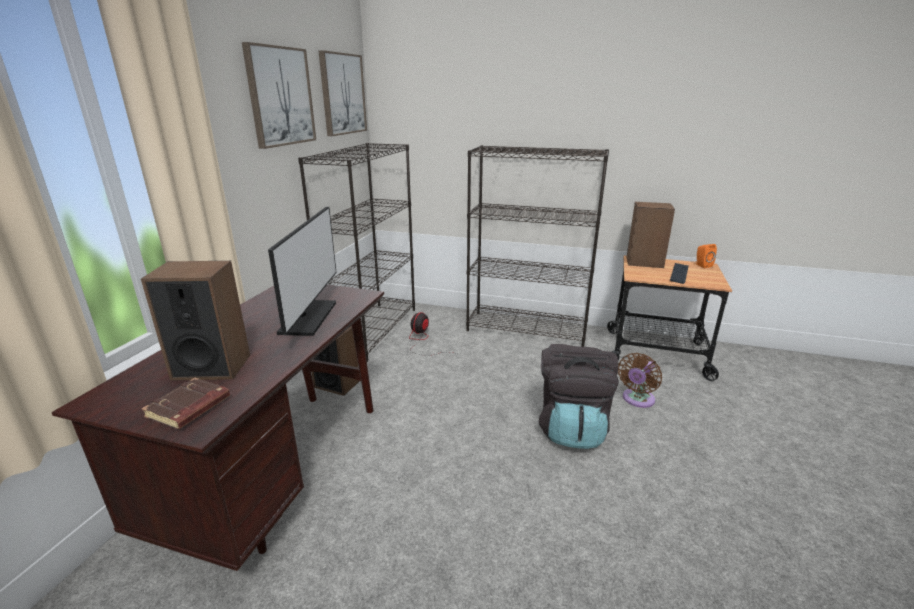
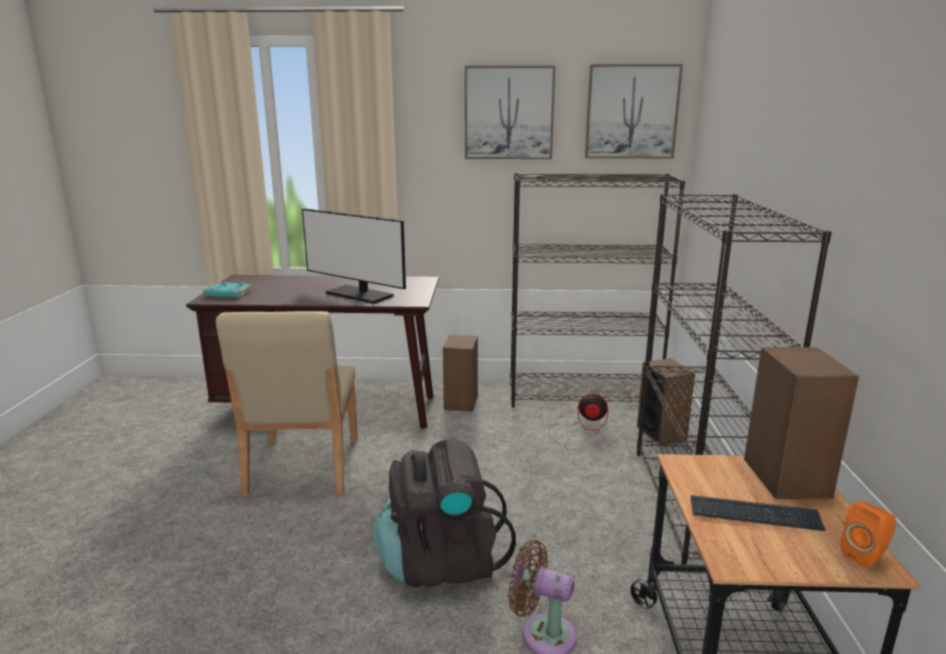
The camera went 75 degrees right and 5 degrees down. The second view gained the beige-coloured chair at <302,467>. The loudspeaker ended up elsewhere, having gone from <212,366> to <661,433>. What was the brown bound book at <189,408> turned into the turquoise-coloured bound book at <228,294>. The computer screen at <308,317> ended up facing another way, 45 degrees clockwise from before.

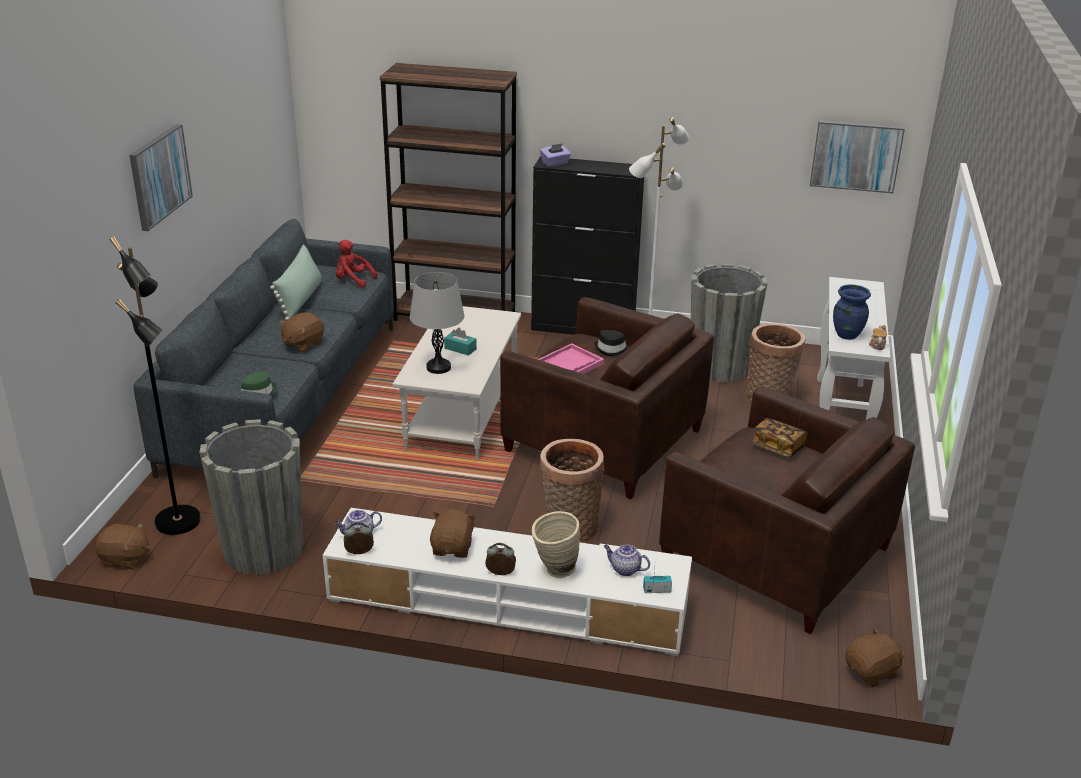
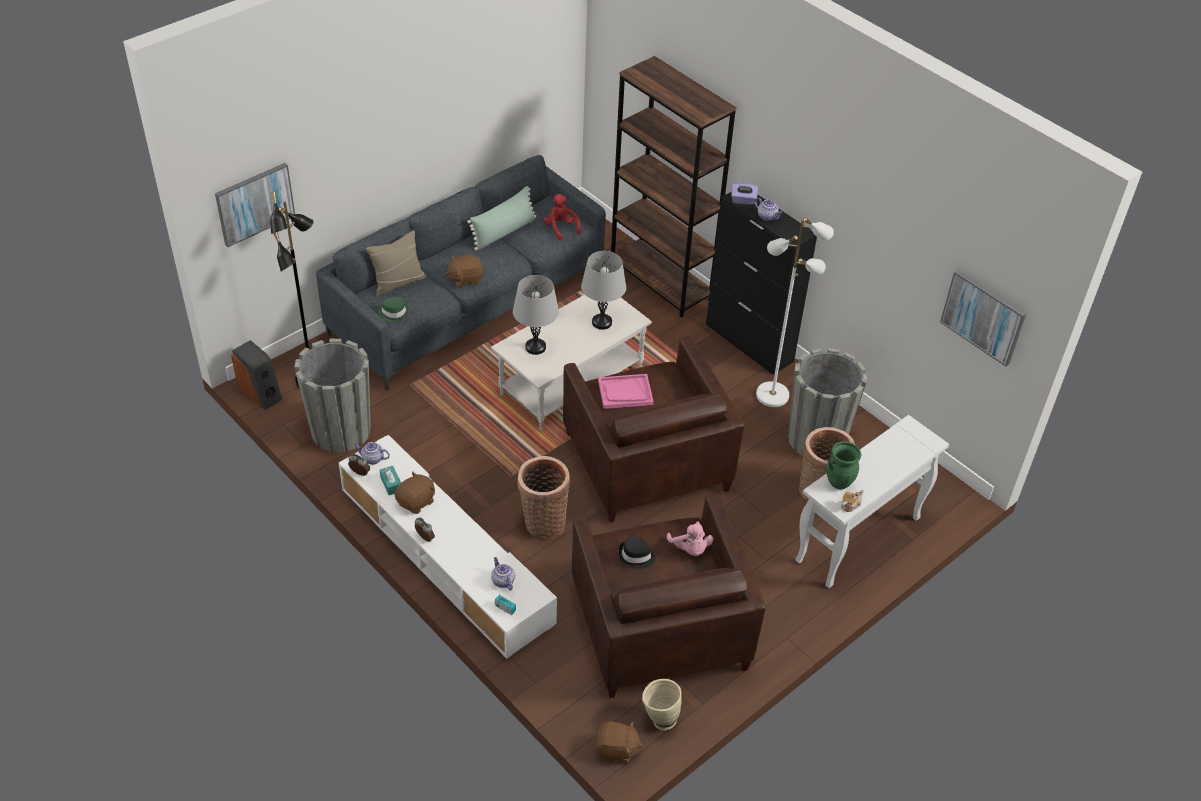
The camera went 35 degrees right and 15 degrees up. The second view gained the beige-coloured cushion at <398,282>. The second view gained the greyish table lamp at <602,322>. The second view gained the teapot at <767,217>. The wall art ended up elsewhere, having gone from <159,176> to <254,203>. The turquoise-coloured tissue box ended up elsewhere, having gone from <460,349> to <391,484>. The beige-coloured vase ended up elsewhere, having gone from <554,571> to <659,719>. The blackish wearable hat ended up elsewhere, having gone from <612,350> to <636,556>. Where the brown cuddly toy stood at <125,559>, the loudspeaker came to stand at <261,393>. Where the bound book stood at <777,447>, the pink-coloured cuddly toy came to stand at <690,549>. What was the bluish vase at <846,334> turned into the green vase at <839,482>.

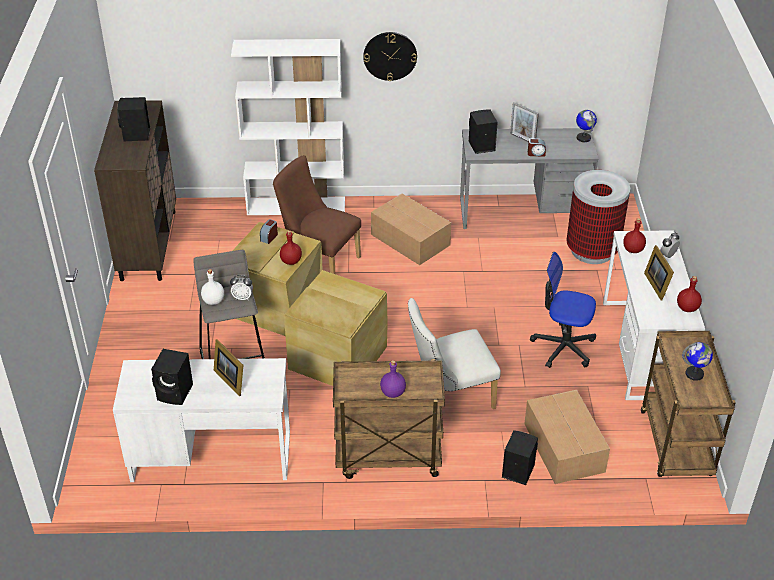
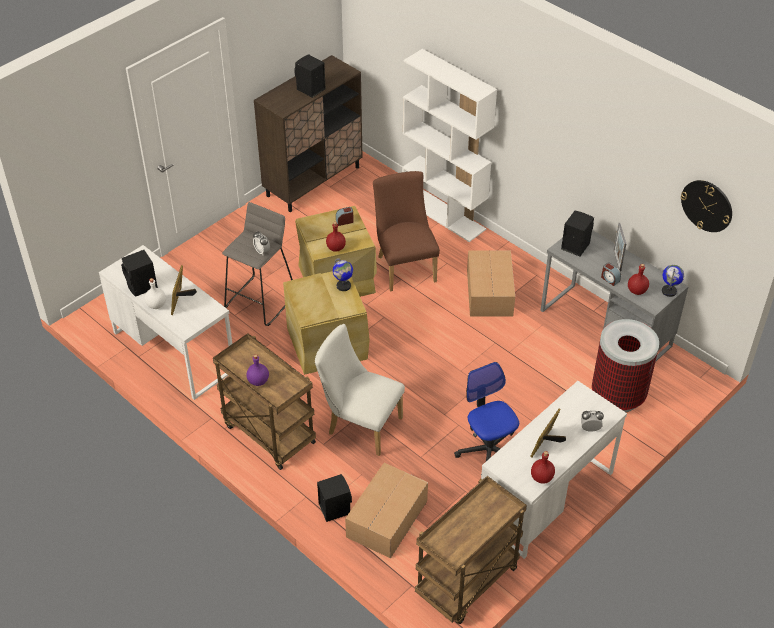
The camera went 45 degrees right and 5 degrees up. The whitish beverage bottle ended up elsewhere, having gone from <213,301> to <156,305>. The wall clock ended up elsewhere, having gone from <390,56> to <707,205>. The reddish beverage bottle ended up elsewhere, having gone from <633,249> to <637,290>. The world globe ended up elsewhere, having gone from <694,374> to <343,286>.

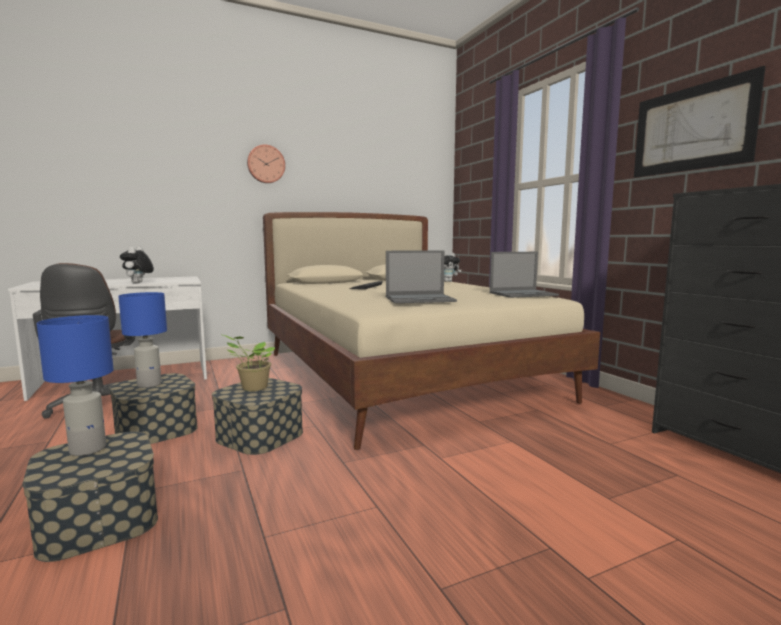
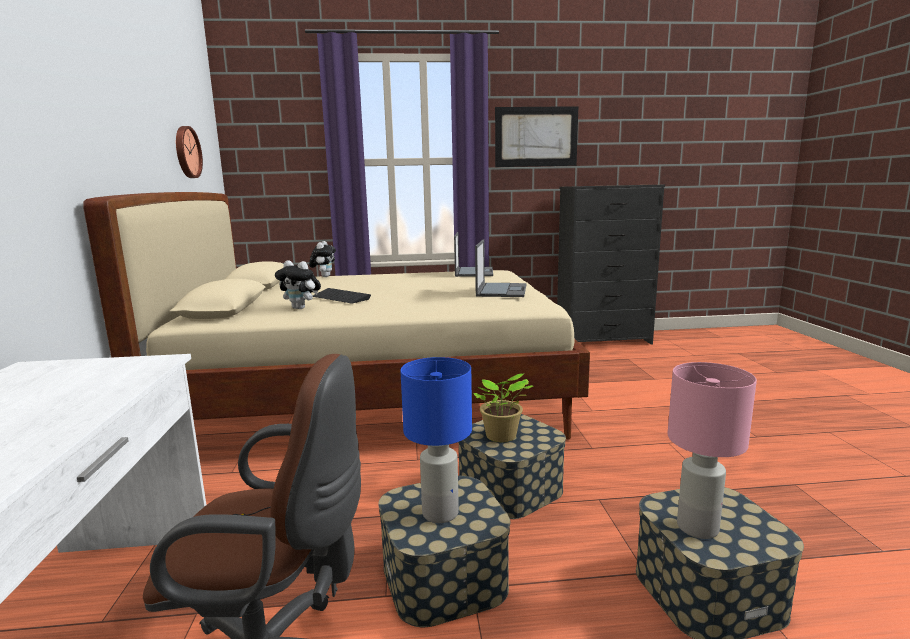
The camera went 70 degrees left and 5 degrees up. The cuddly toy ended up elsewhere, having gone from <138,283> to <301,308>. The wall clock ended up elsewhere, having gone from <266,164> to <186,152>. What was the bluish table lamp at <88,449> turned into the pink-coloured table lamp at <696,527>.

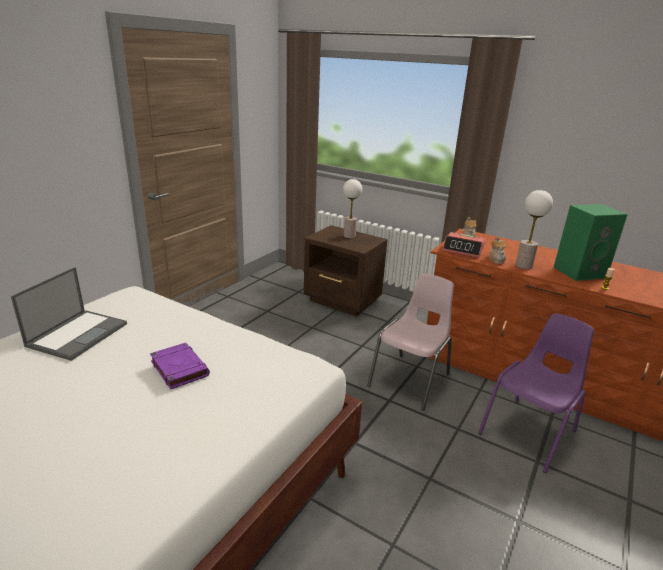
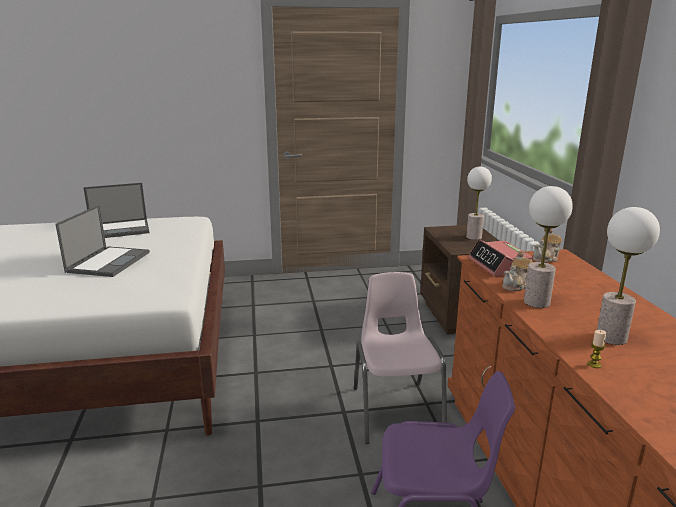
The camera went 50 degrees right and 5 degrees down. Where the purple-coloured bound book stood at <179,368>, the notebook computer came to stand at <109,261>. Where the green loudspeaker stood at <580,272>, the table lamp came to stand at <611,337>. The pink-coloured chair at <411,380> ended up facing another way, 90 degrees counterclockwise from before.

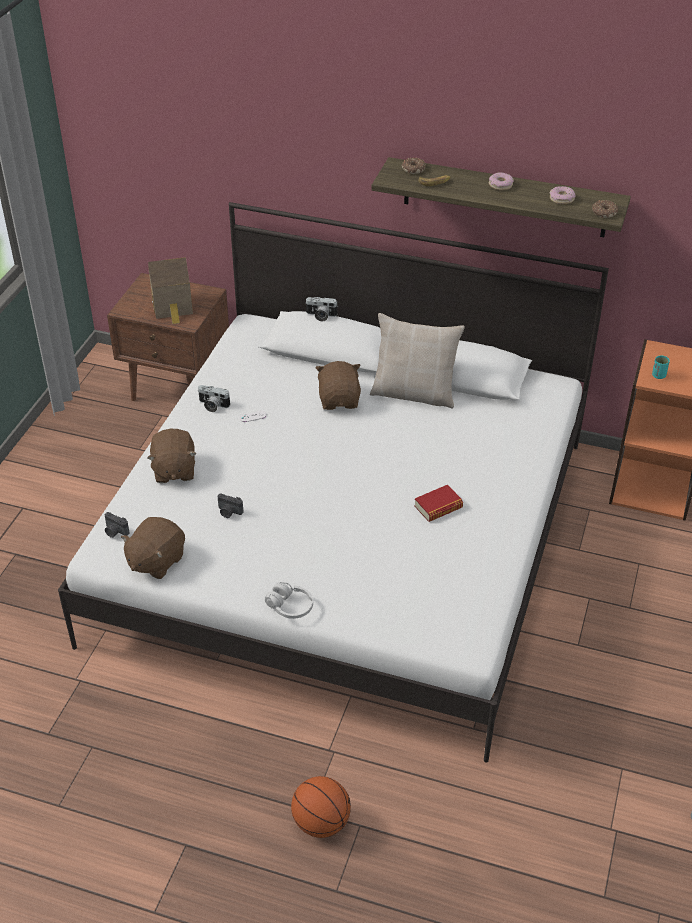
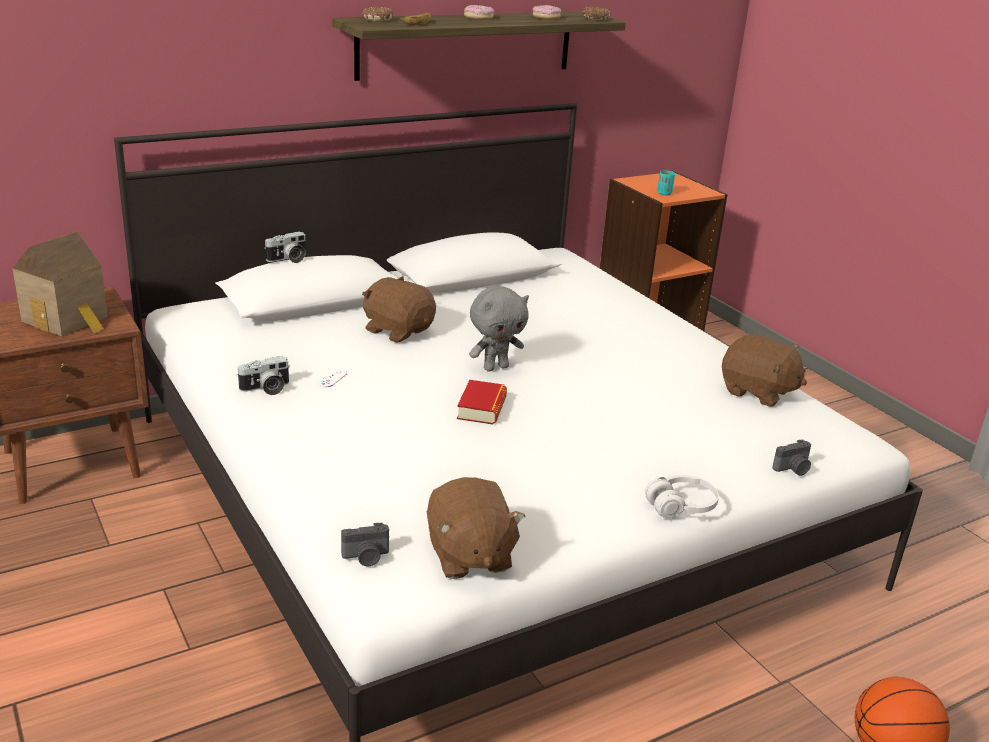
The camera went 50 degrees left and 15 degrees down. The second view lost the beige-coloured cushion at <414,393>. The second view gained the greyish cuddly toy at <495,367>. The brown cuddly toy ended up elsewhere, having gone from <174,470> to <757,392>. The still camera ended up elsewhere, having gone from <229,512> to <793,469>. The bound book ended up elsewhere, having gone from <438,507> to <482,408>.

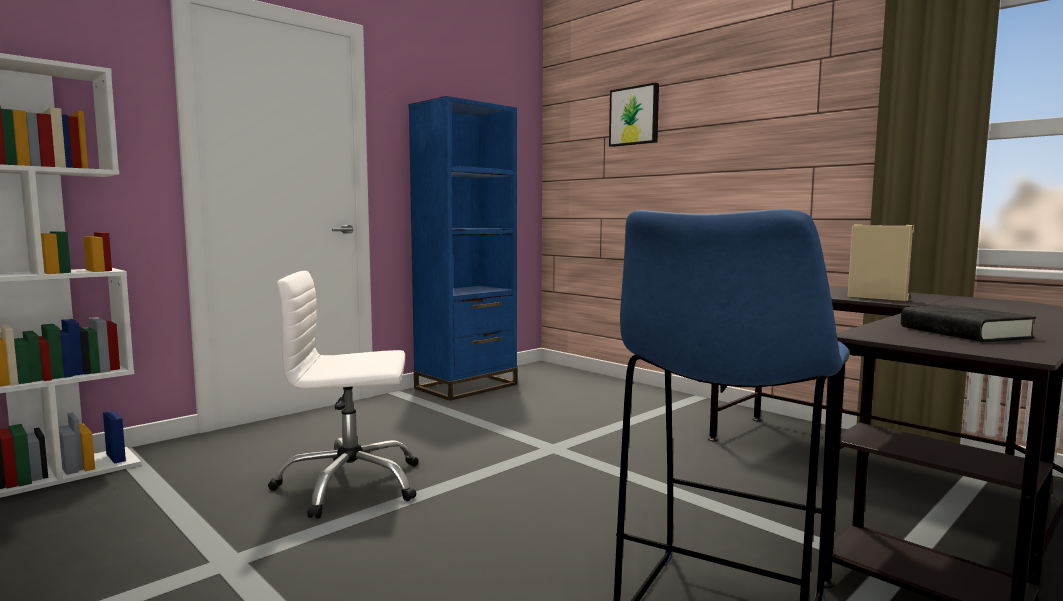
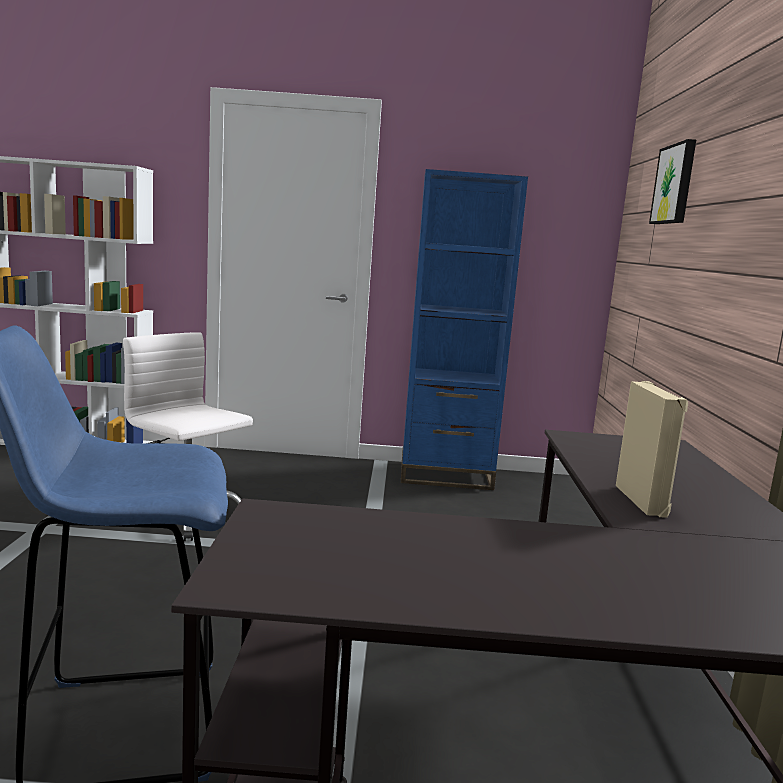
The camera went 45 degrees right and 5 degrees up. The second view lost the blackish bound book at <963,332>.

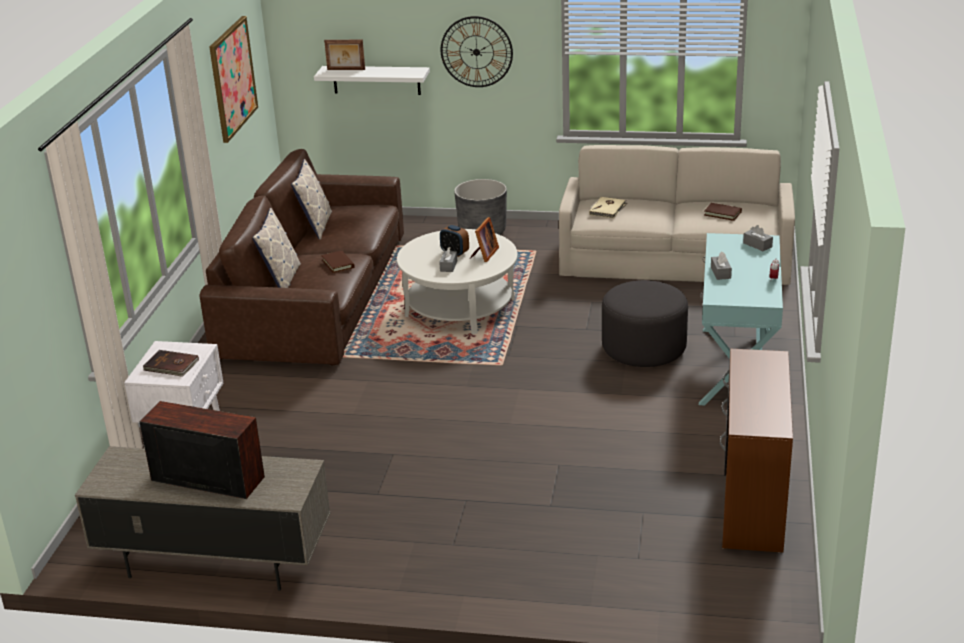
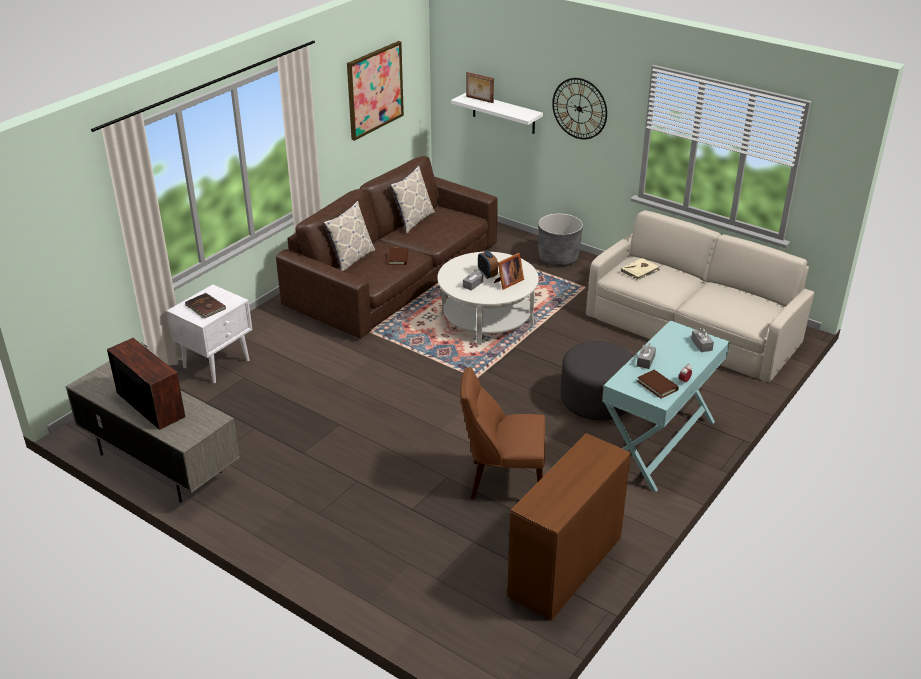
The camera went 25 degrees right and 5 degrees up. The second view gained the brown chair at <502,481>. The brown bound book ended up elsewhere, having gone from <722,213> to <657,386>.

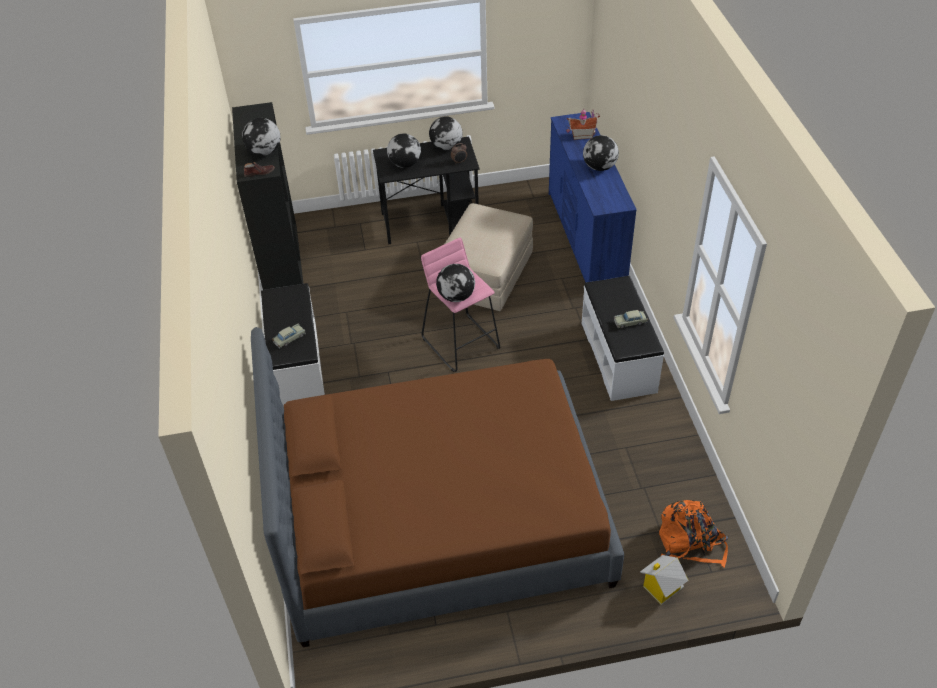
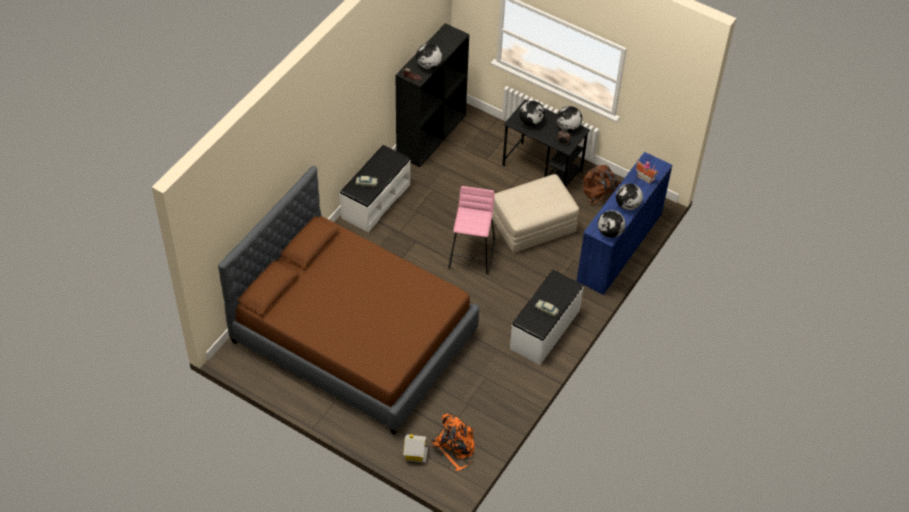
The camera went 40 degrees right and 5 degrees up. The second view gained the brown rucksack at <601,192>. The world globe ended up elsewhere, having gone from <456,296> to <610,232>.

